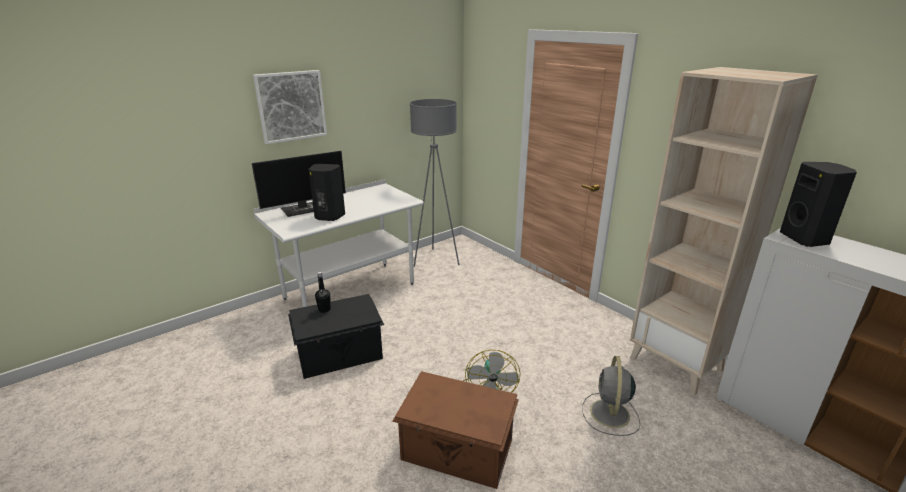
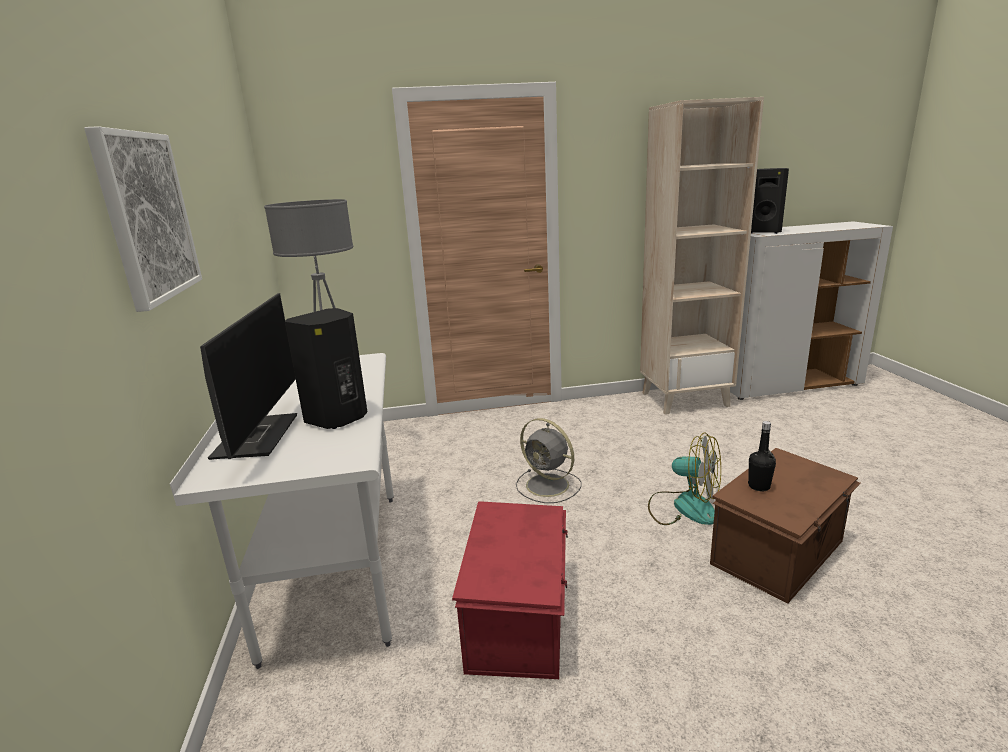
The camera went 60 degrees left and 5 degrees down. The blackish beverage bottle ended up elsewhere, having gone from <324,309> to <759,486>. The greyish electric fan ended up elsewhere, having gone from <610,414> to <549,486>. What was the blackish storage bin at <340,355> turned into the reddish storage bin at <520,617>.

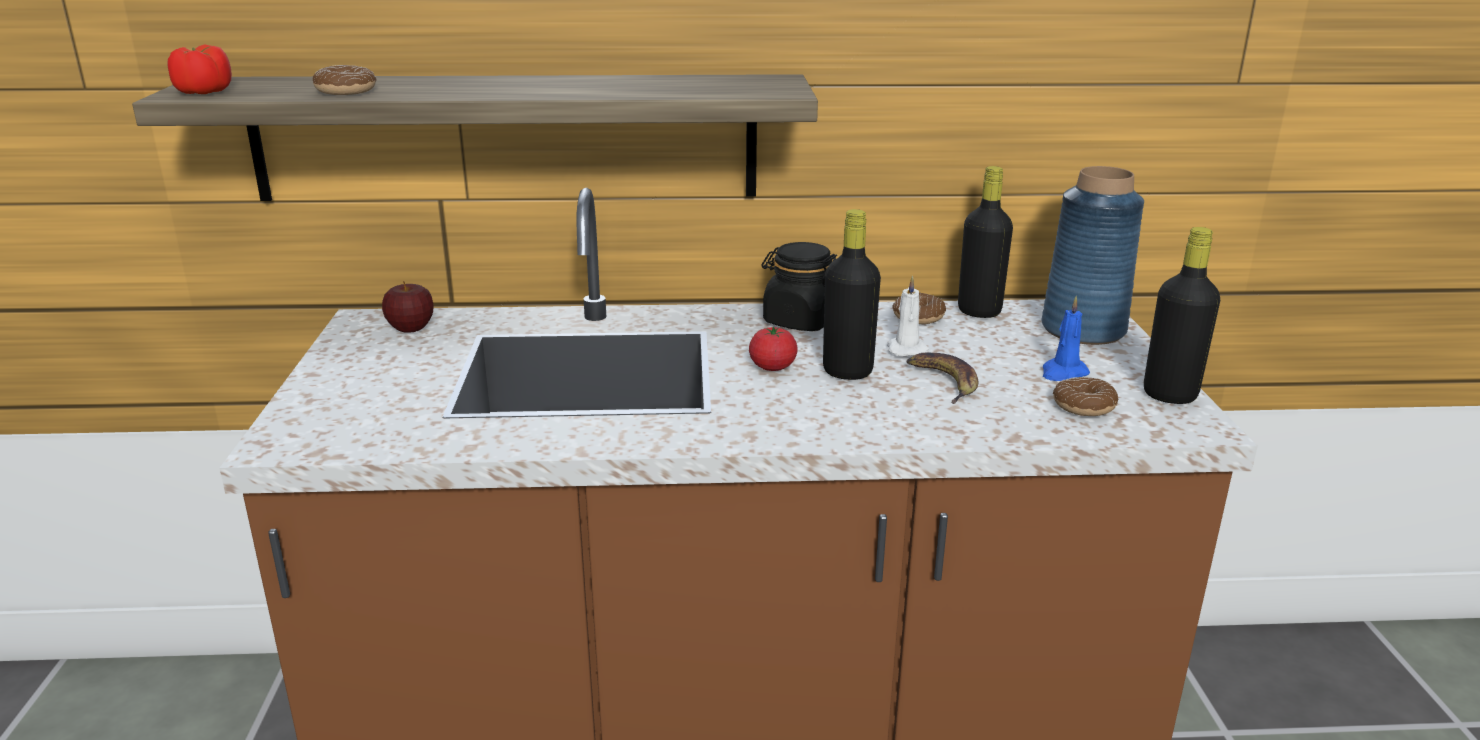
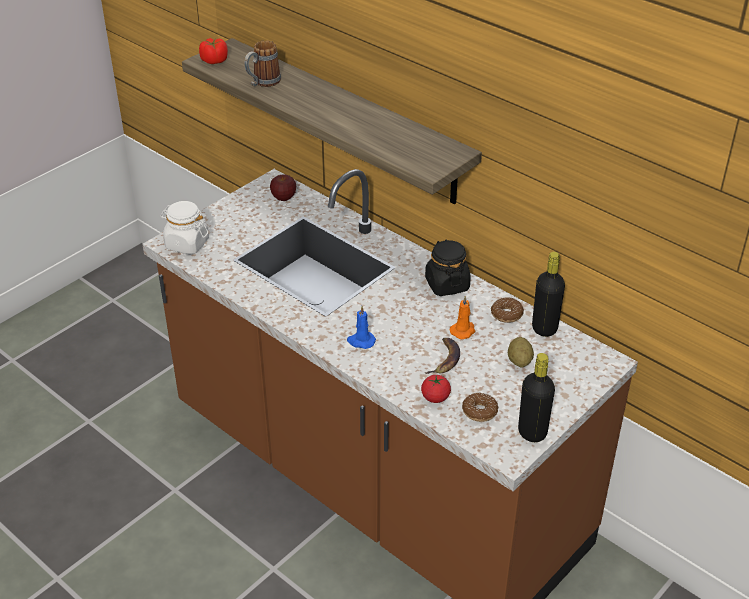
The camera went 45 degrees right and 15 degrees up. The second view lost the blackish beverage bottle at <847,371>. The second view lost the bluish vase at <1084,329>. The second view gained the whitish preserve jar at <186,244>. The second view gained the whole potato at <519,361>. The fresh tomato ended up elsewhere, having gone from <772,367> to <435,397>. The bluish wax candle ended up elsewhere, having gone from <1063,373> to <361,341>. Where the doughnut stood at <345,91>, the tea mug came to stand at <262,83>. What was the whitish wax candle at <906,349> turned into the orange wax candle at <463,330>.

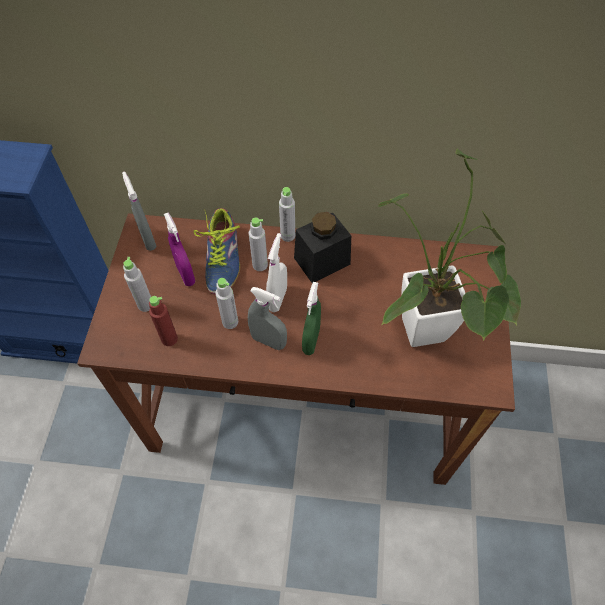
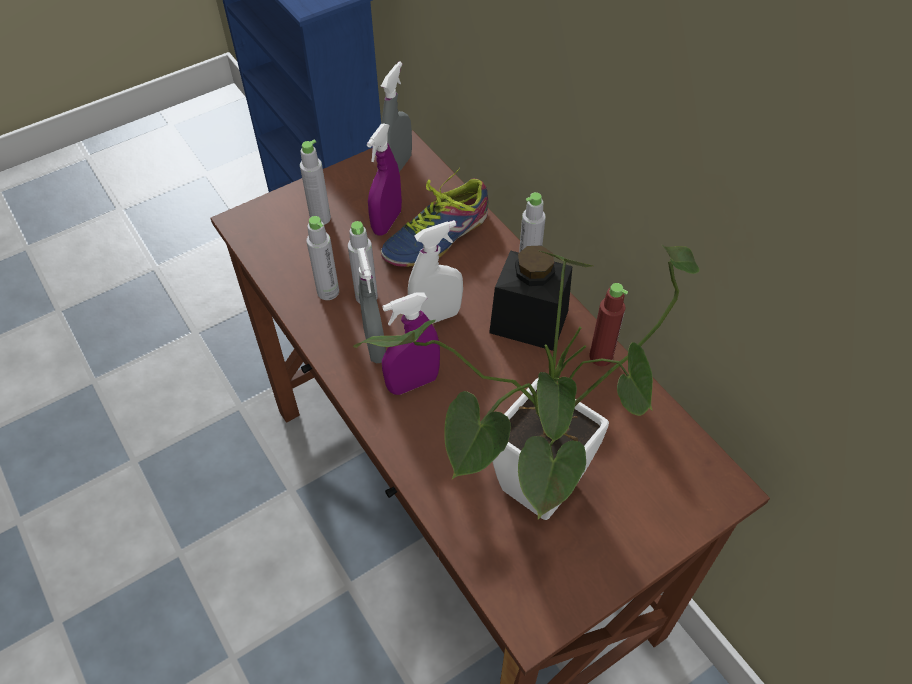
The camera went 50 degrees right and 5 degrees down. The reddish beverage bottle ended up elsewhere, having gone from <169,339> to <601,357>. The greyish beverage bottle ended up elsewhere, having gone from <260,265> to <328,292>. What was the green spray bottle at <311,341> turned into the purple-coloured spray bottle at <413,383>.

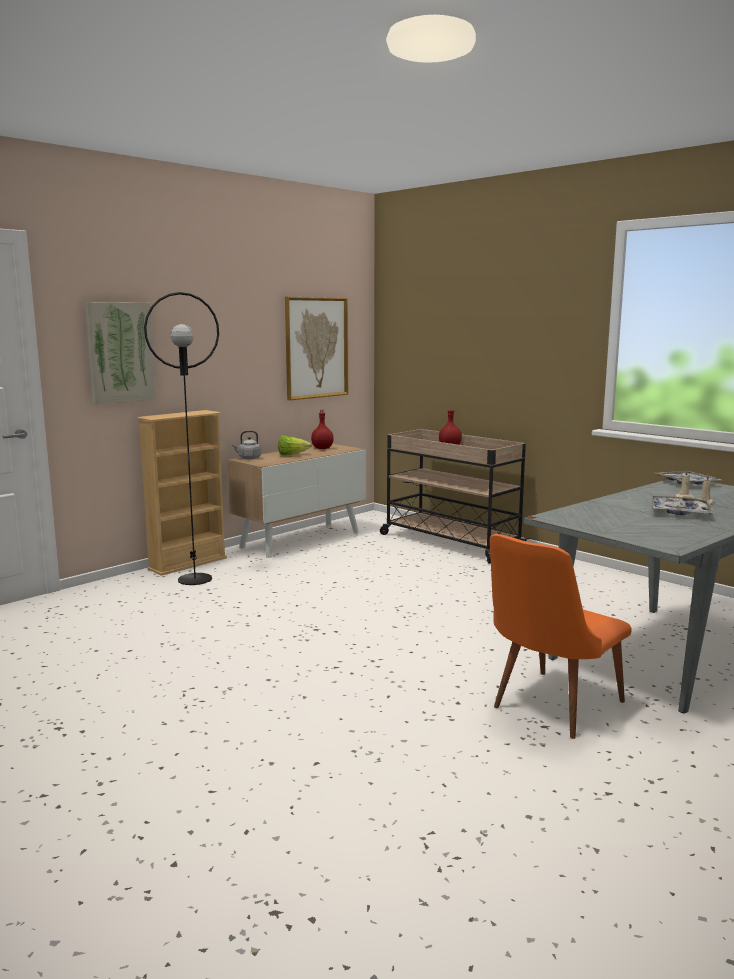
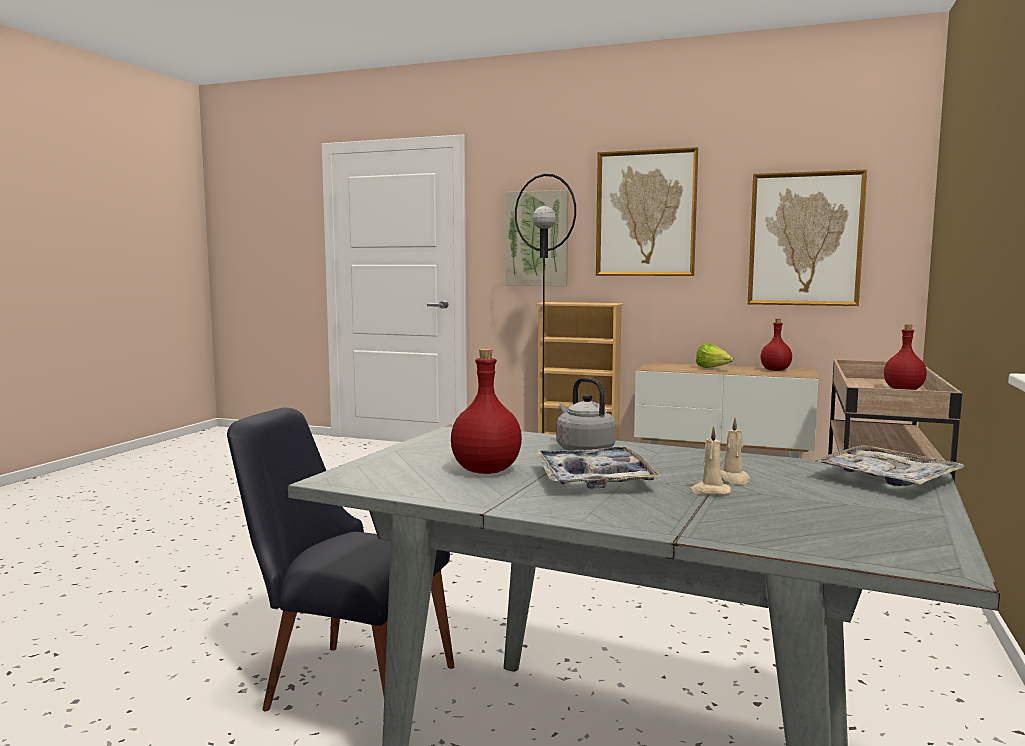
The camera went 65 degrees right and 5 degrees down. The second view gained the reddish beverage bottle at <485,471>. The second view gained the wall art at <646,213>. The greyish kettle ended up elsewhere, having gone from <248,458> to <583,449>. What was the orange chair at <549,708> turned into the blackish chair at <346,683>.

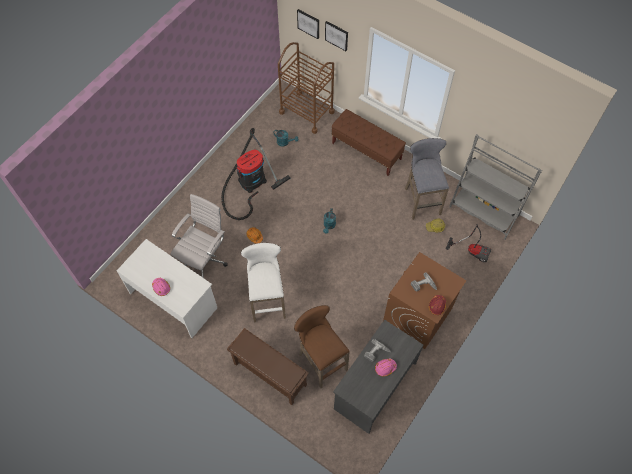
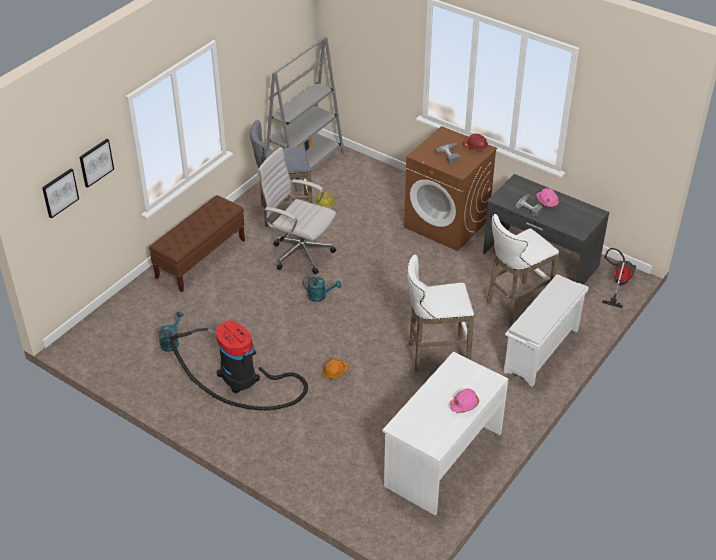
The camera went 90 degrees left and 20 degrees down. The second view lost the brown wheeled cart at <306,112>. The whitish computer chair ended up elsewhere, having gone from <204,259> to <299,253>. The hoover ended up elsewhere, having gone from <472,250> to <618,283>. What was the brown shoe rack at <269,374> turned into the whitish shoe rack at <541,351>. What was the brown stool at <321,360> turned into the whitish stool at <515,304>.

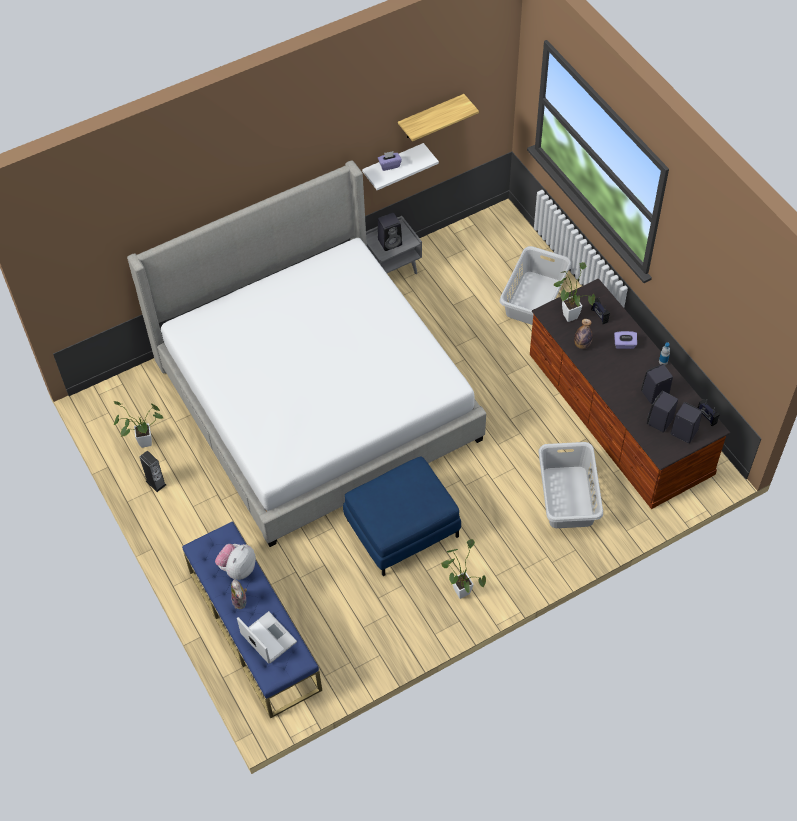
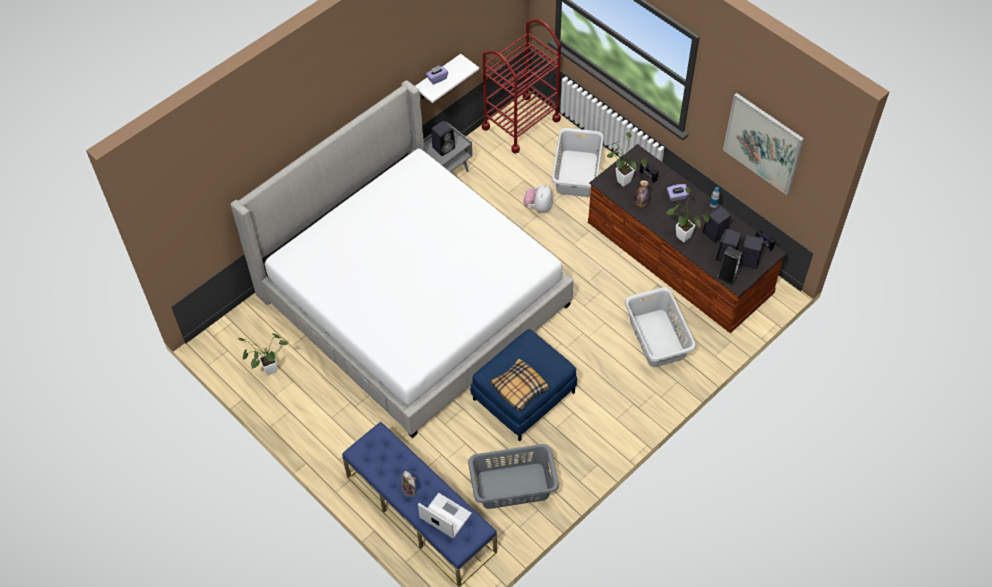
The camera went 15 degrees left and 0 degrees up. The second view lost the wall shelf at <431,117>. The second view gained the greyish hamper at <512,485>. The second view gained the reddish wheeled cart at <521,123>. The second view gained the cushion at <519,388>. The second view gained the wall art at <763,143>. The loudspeaker ended up elsewhere, having gone from <156,483> to <727,277>. The cuddly toy ended up elsewhere, having gone from <238,568> to <538,207>. The plant in a pot ended up elsewhere, having gone from <460,589> to <681,235>.

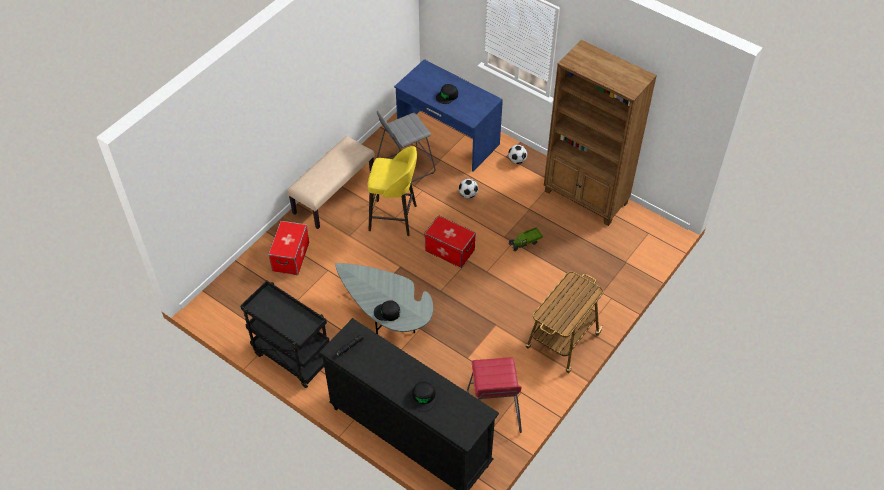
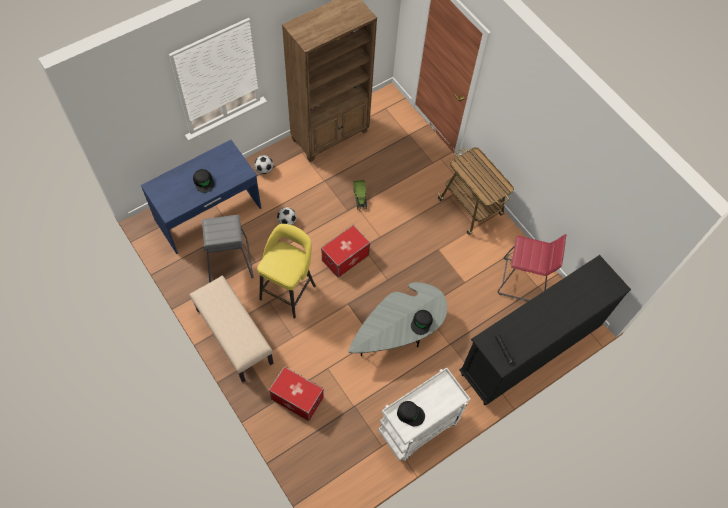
The camera went 75 degrees left and 10 degrees up. The blackish cap ended up elsewhere, having gone from <423,397> to <410,414>. What was the blackish wheeled cart at <291,357> turned into the whitish wheeled cart at <418,428>.

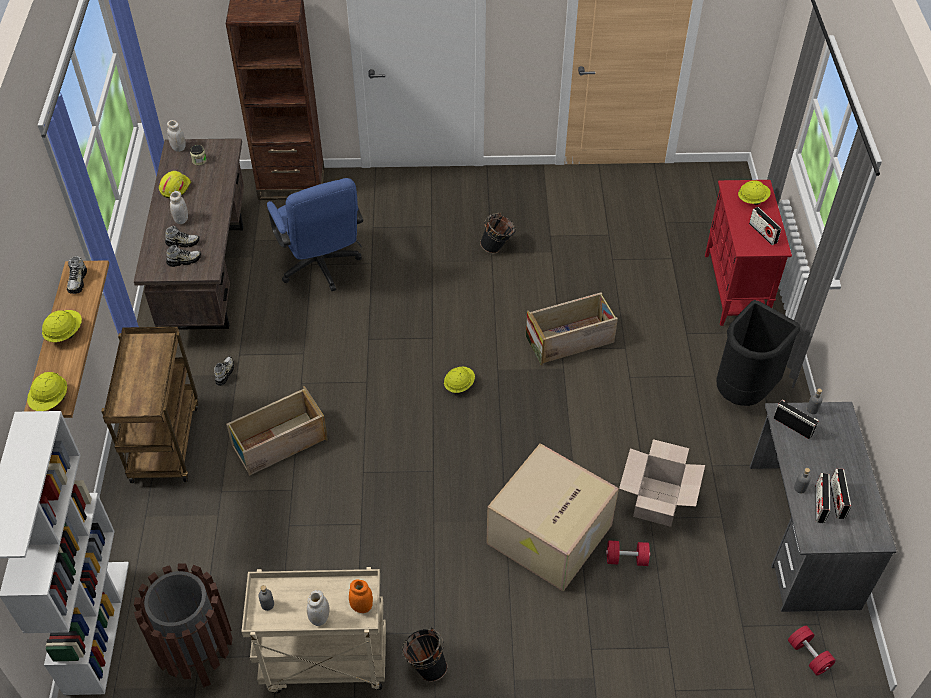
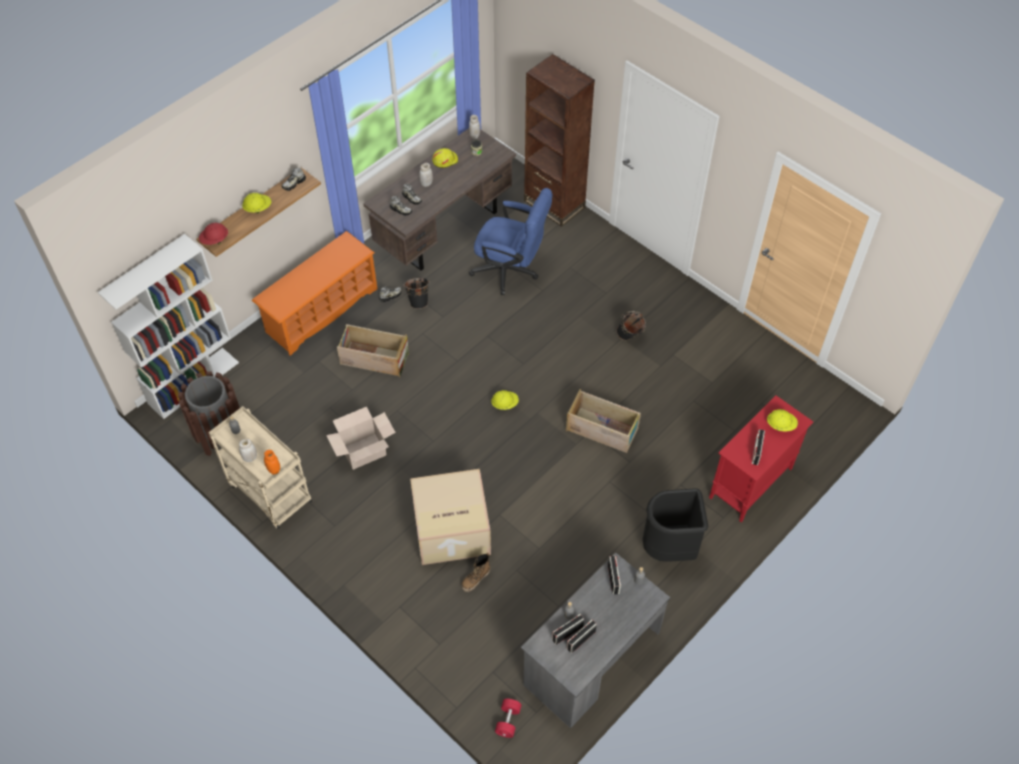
The camera went 45 degrees right and 5 degrees up. The blackish pail ended up elsewhere, having gone from <425,666> to <418,301>. The carton ended up elsewhere, having gone from <657,502> to <364,452>. Where the brown wheeled cart stood at <164,441>, the orange shoe rack came to stand at <321,310>. Where the reddish hand weight stood at <626,559>, the boot came to stand at <476,579>. What was the yellowish hard hat at <50,400> turned into the reddish hard hat at <215,240>. The bluish computer chair at <321,268> ended up facing another way, 90 degrees counterclockwise from before.

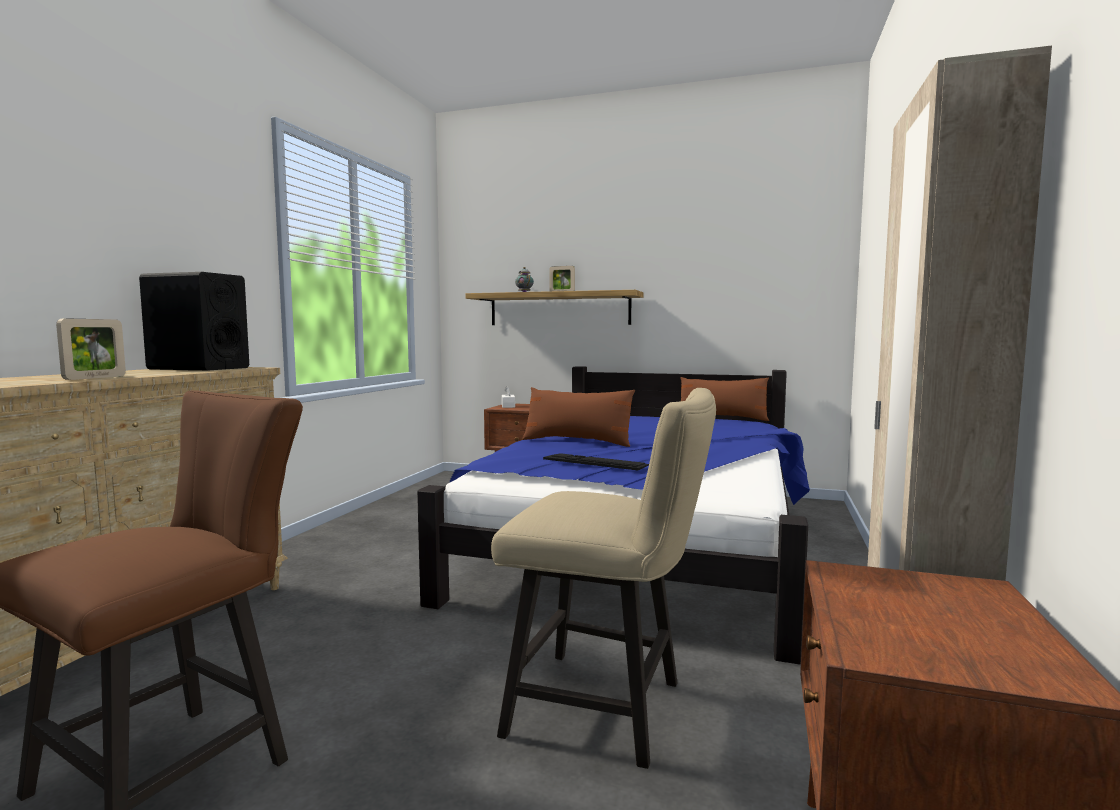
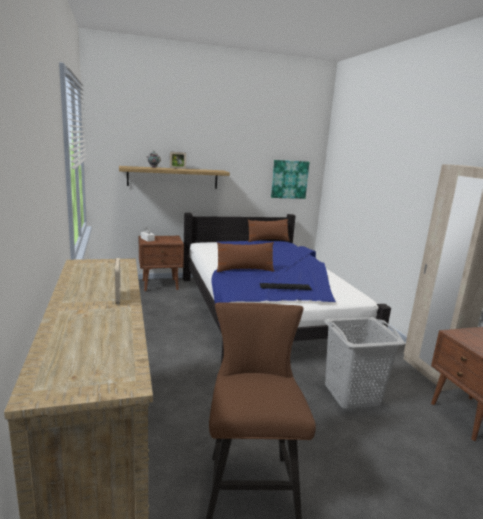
The camera went 35 degrees left and 10 degrees up. The second view lost the blackish loudspeaker at <198,368>. The second view gained the wall art at <289,179>. Where the beige-coloured chair stood at <609,709>, the greyish hamper came to stand at <352,395>.

